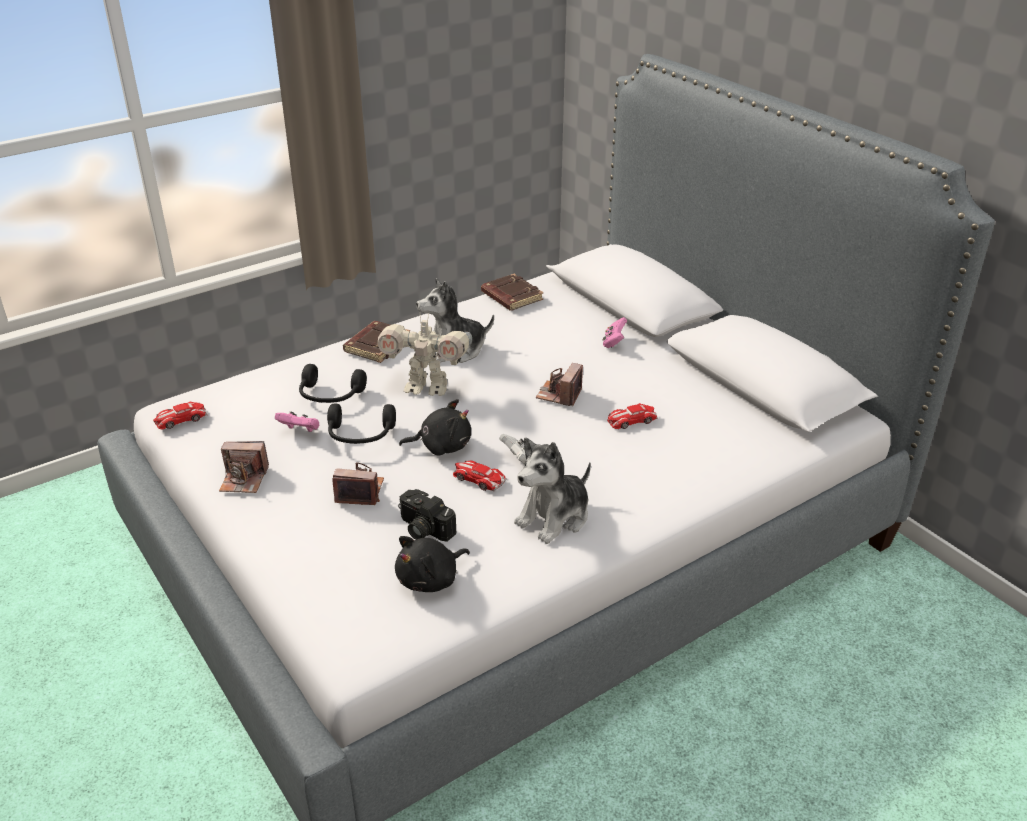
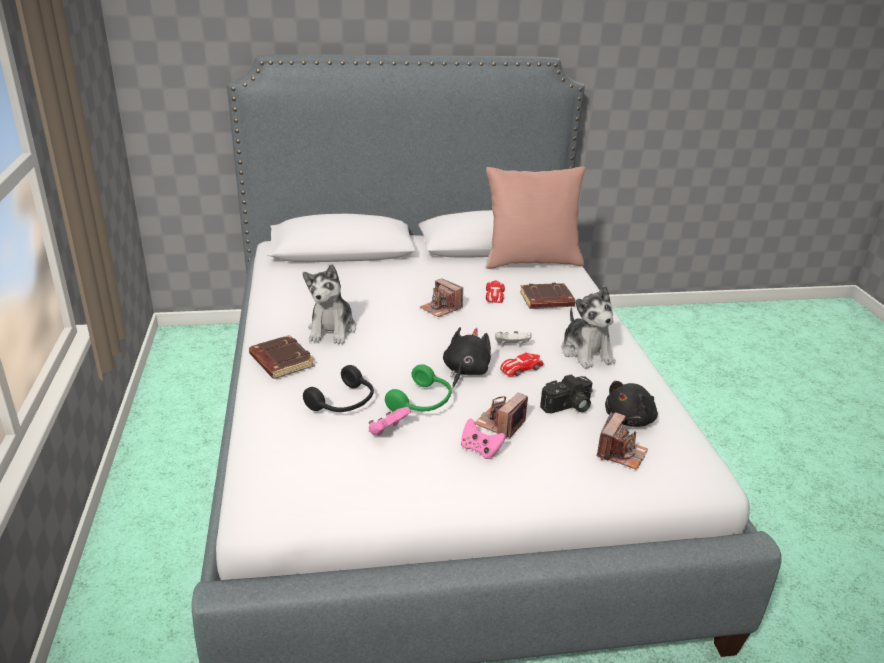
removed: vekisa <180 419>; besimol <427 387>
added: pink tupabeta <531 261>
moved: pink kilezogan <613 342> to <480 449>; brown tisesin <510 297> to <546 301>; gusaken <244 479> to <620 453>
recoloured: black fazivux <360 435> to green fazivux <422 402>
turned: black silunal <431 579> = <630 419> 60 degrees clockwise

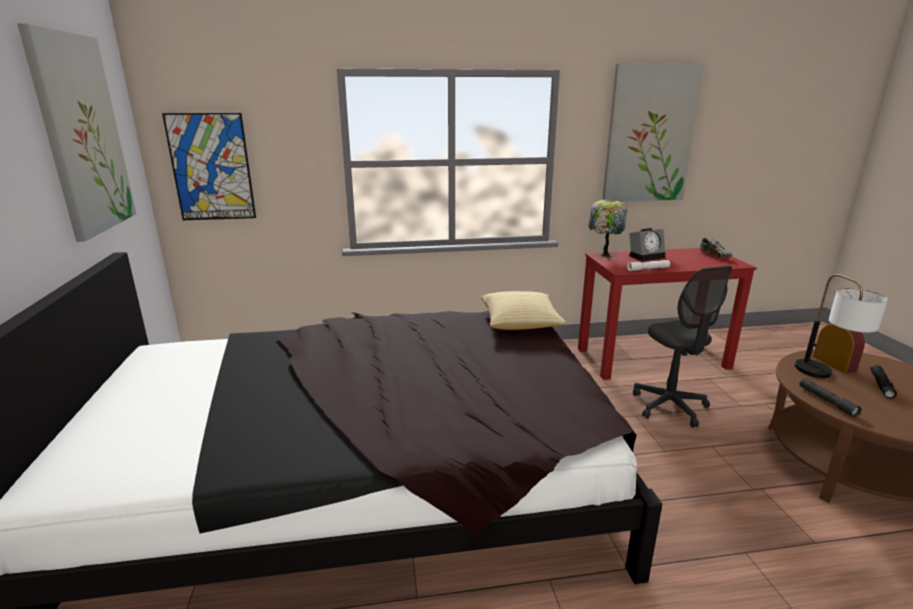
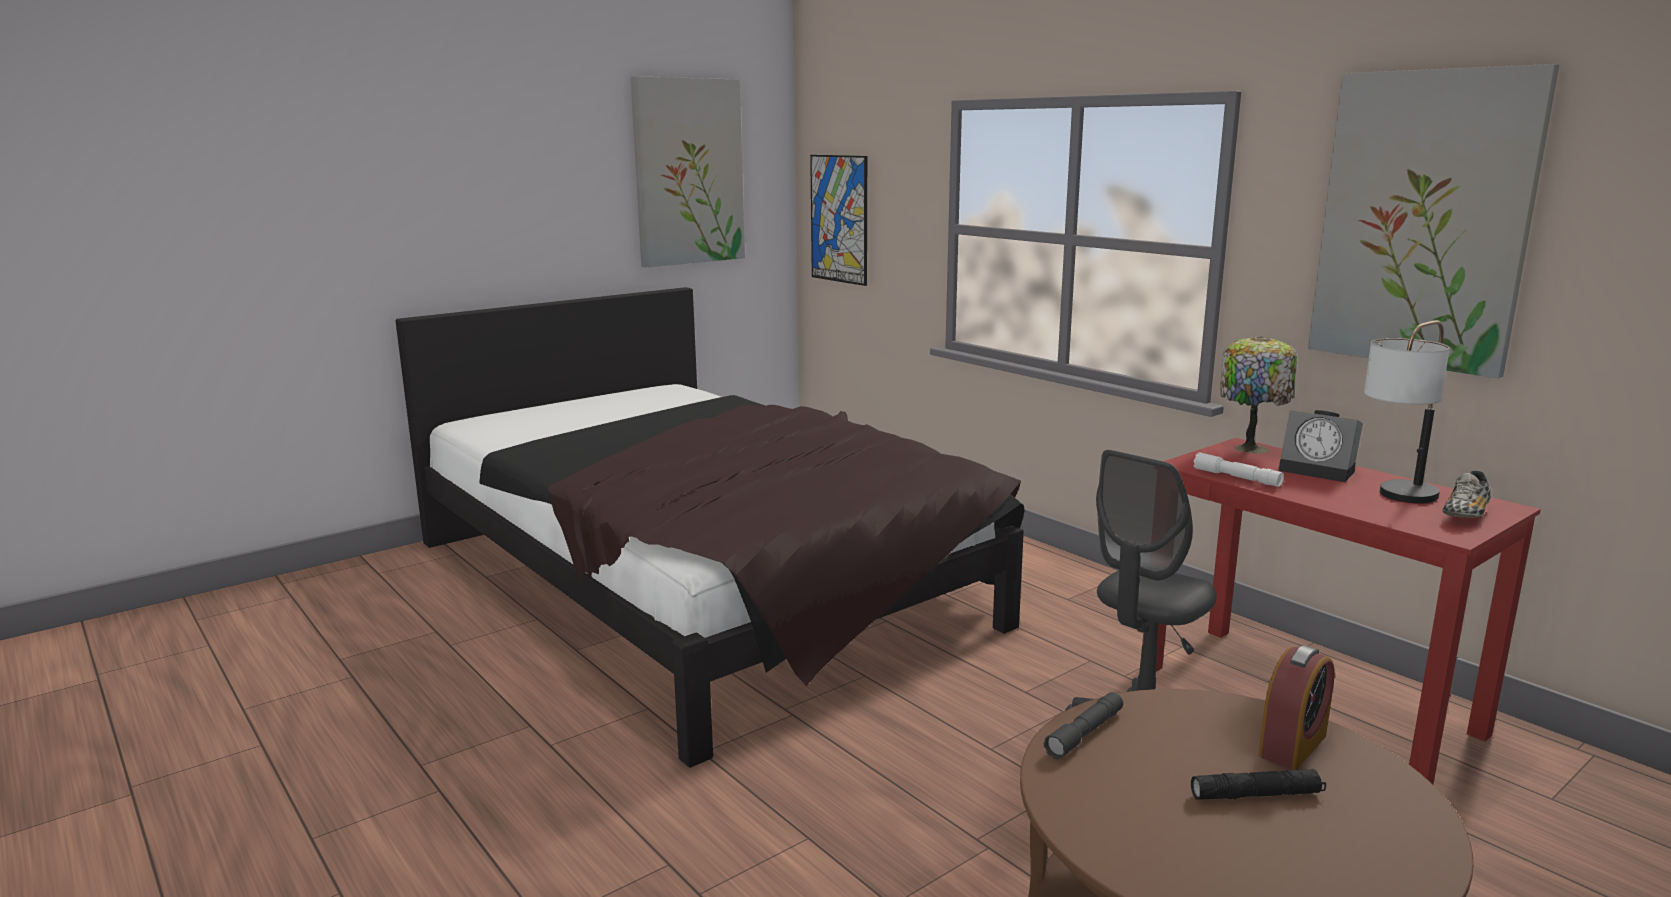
removed: tupabeta <520 323>
moved: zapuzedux <825 378> to <1395 500>

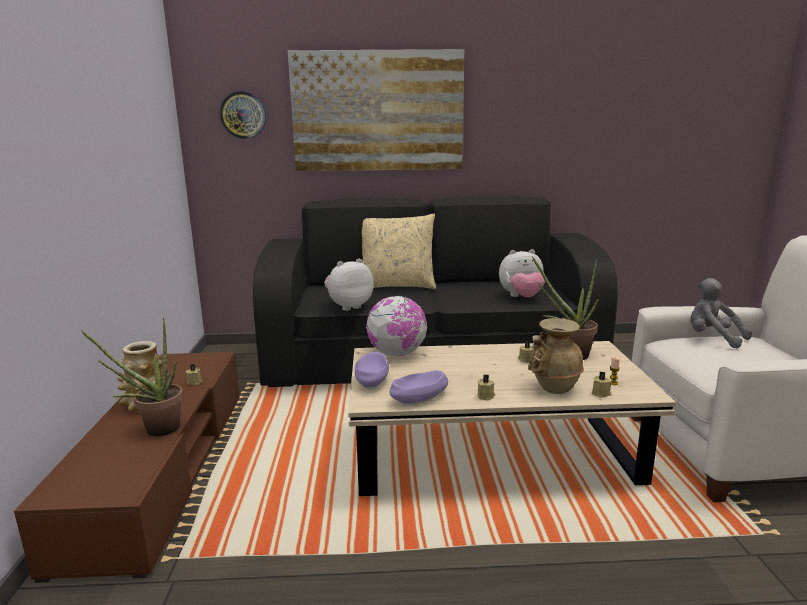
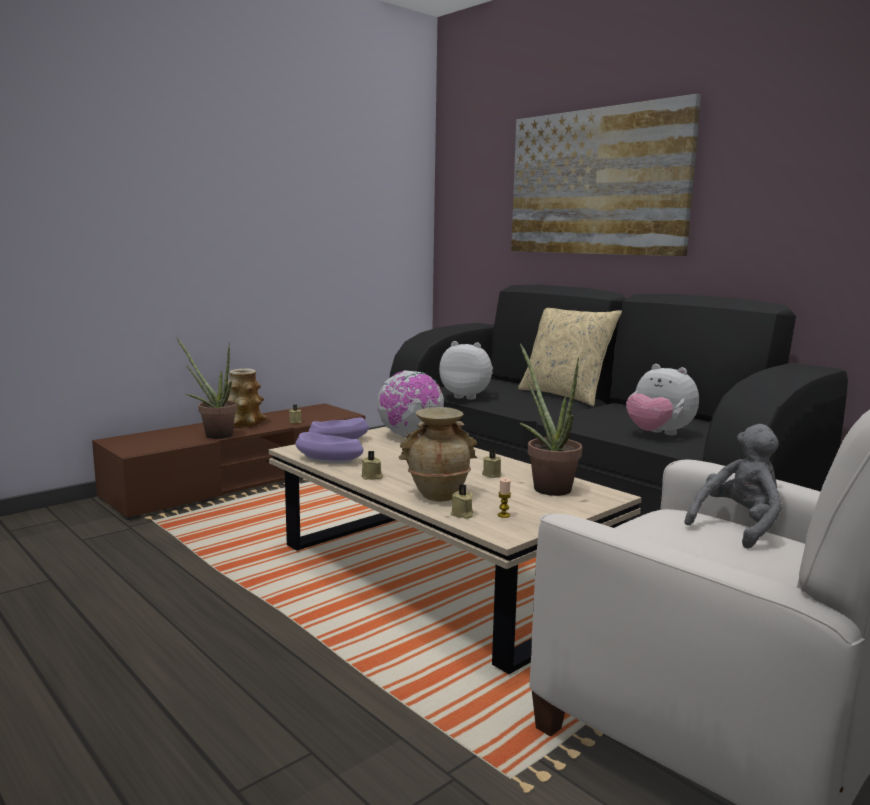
removed: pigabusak <243 115>
turned: grey silunal <712 338> = <738 526> 45 degrees clockwise

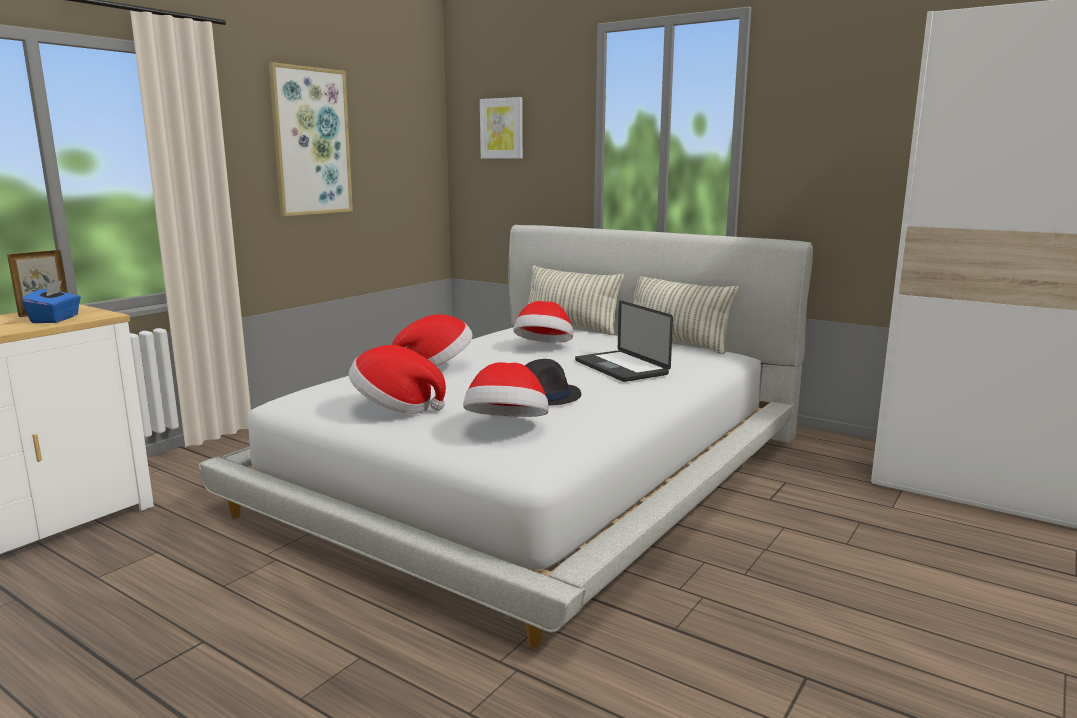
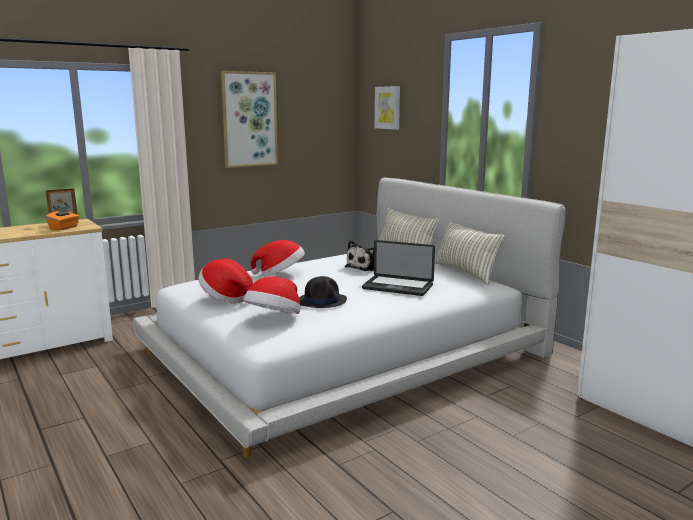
replaced: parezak <544 347> to silunal <365 267>
recoloured: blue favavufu <55 319> to orange favavufu <64 228>
turned: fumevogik <621 368> = <397 287> 60 degrees counterclockwise

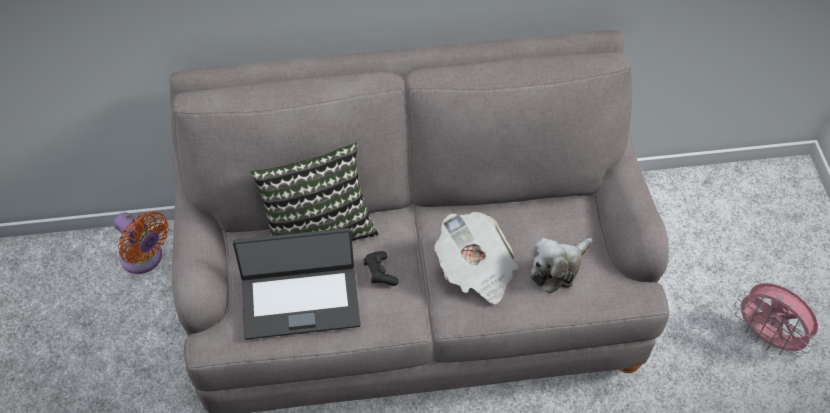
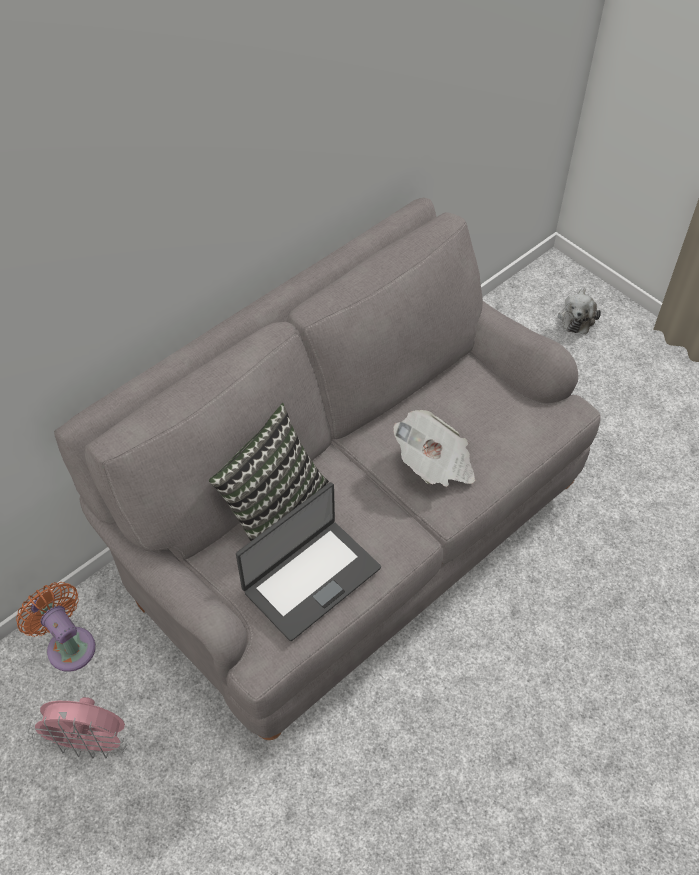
removed: black kilezogan <380 273>
moved: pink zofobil <768 338> to <90 743>; silunal <557 268> to <577 317>
turned: orange zofobil <144 259> = <68 645> 135 degrees counterclockwise

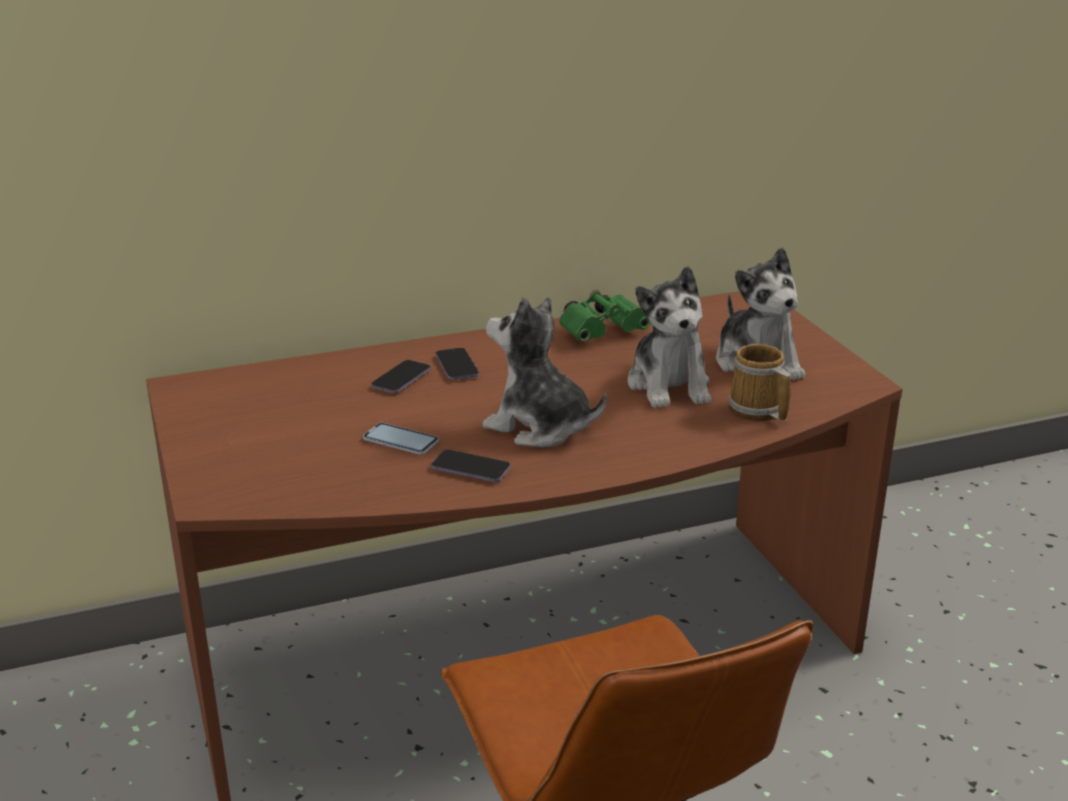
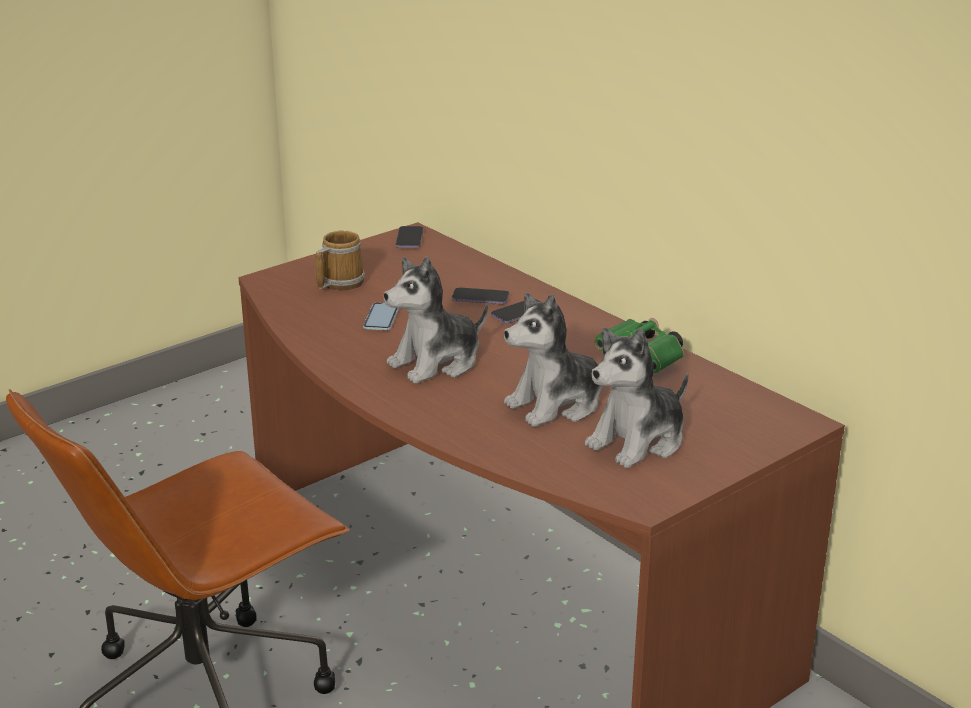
moved: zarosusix <756 411> to <339 282>; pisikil <471 469> to <409 239>
turned: silunal <539 427> = <436 363> 135 degrees counterclockwise

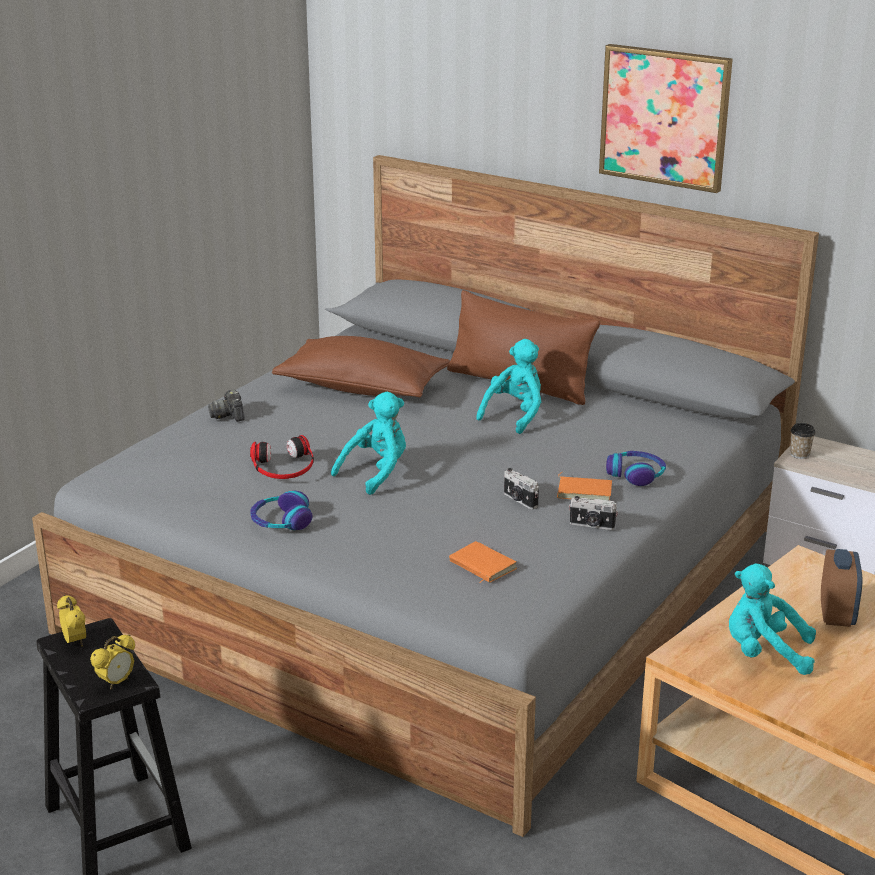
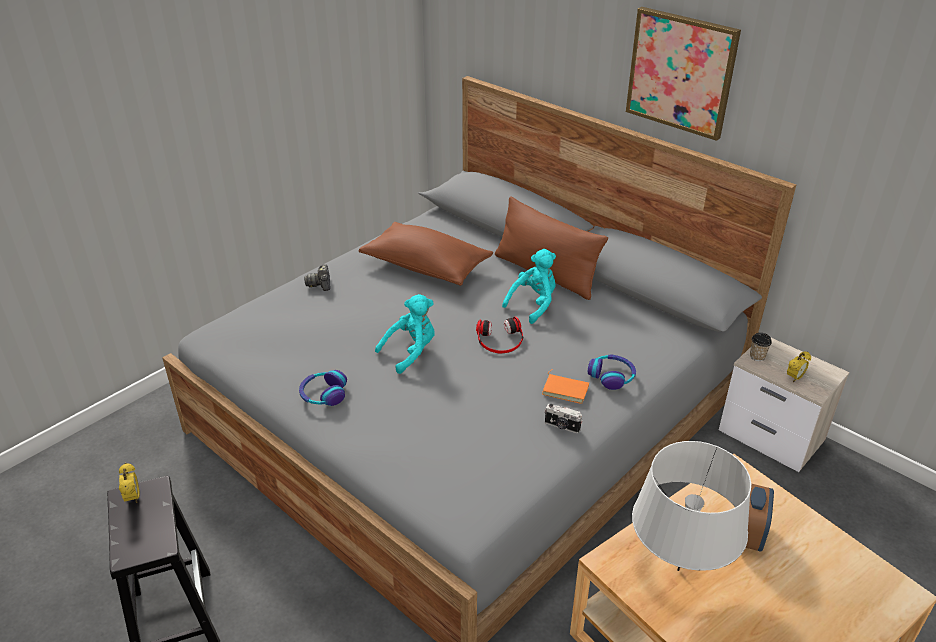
removed: orange tisesin <481 566>; gusaken <519 500>
moved: fazivux <283 466> to <500 340>; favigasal <116 682> to <794 378>
replaced: turquoise silunal <764 653> to grey zapuzedux <678 569>

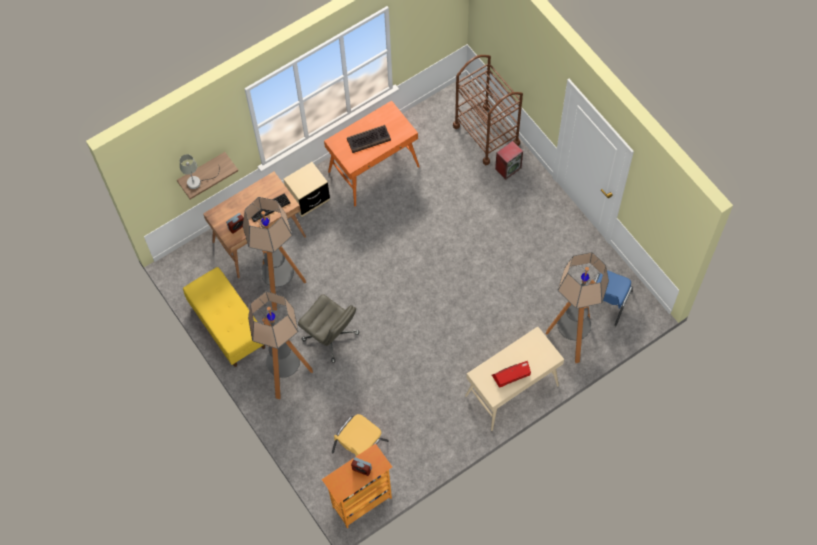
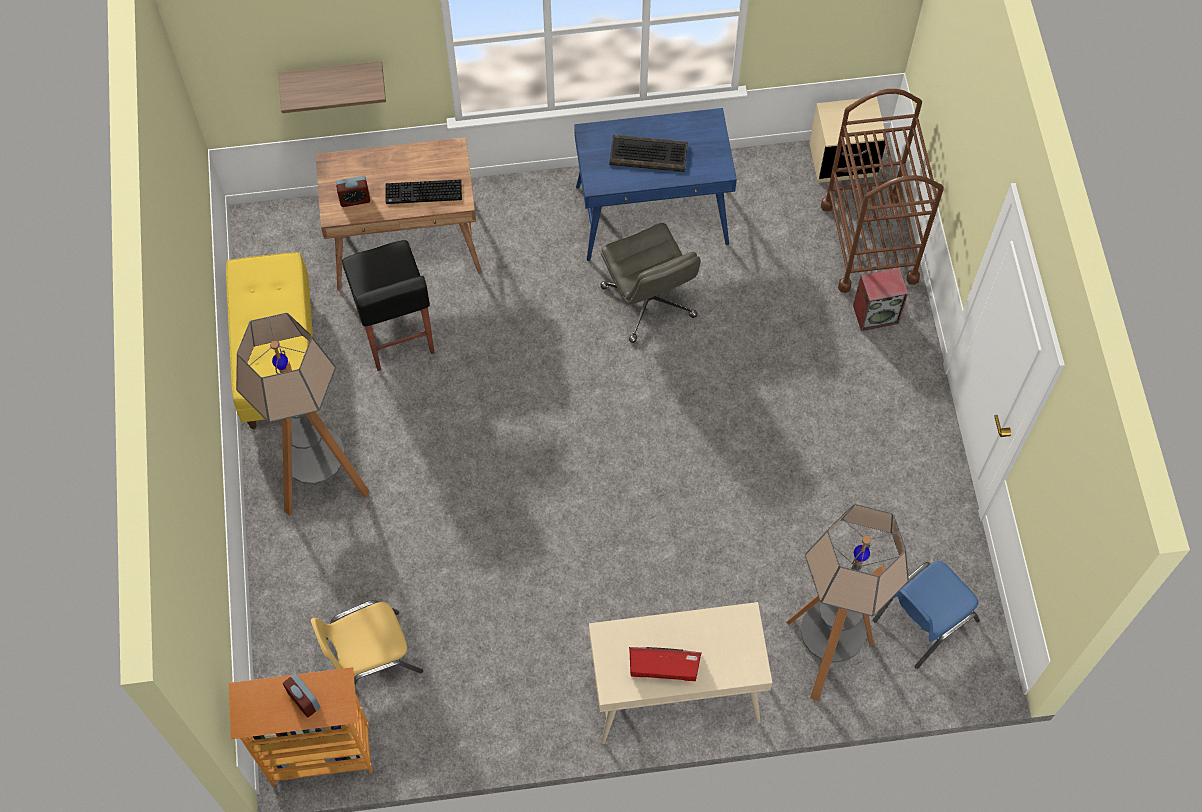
removed: grey zapuzedux <198 181>
moved: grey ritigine <331 336> to <649 302>; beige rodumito <308 199> to <842 160>
replaced: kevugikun <281 287> to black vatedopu <396 336>
recoloured: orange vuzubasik <374 169> to blue vuzubasik <652 215>

